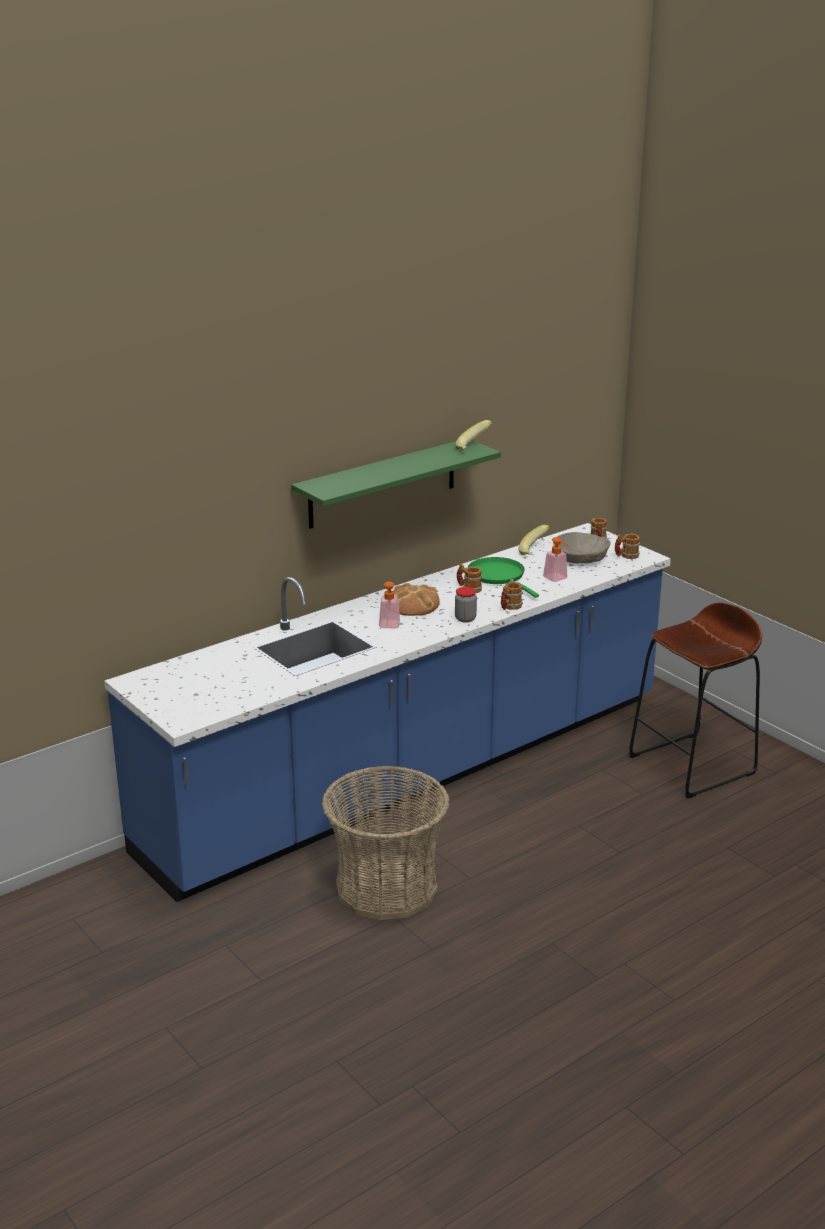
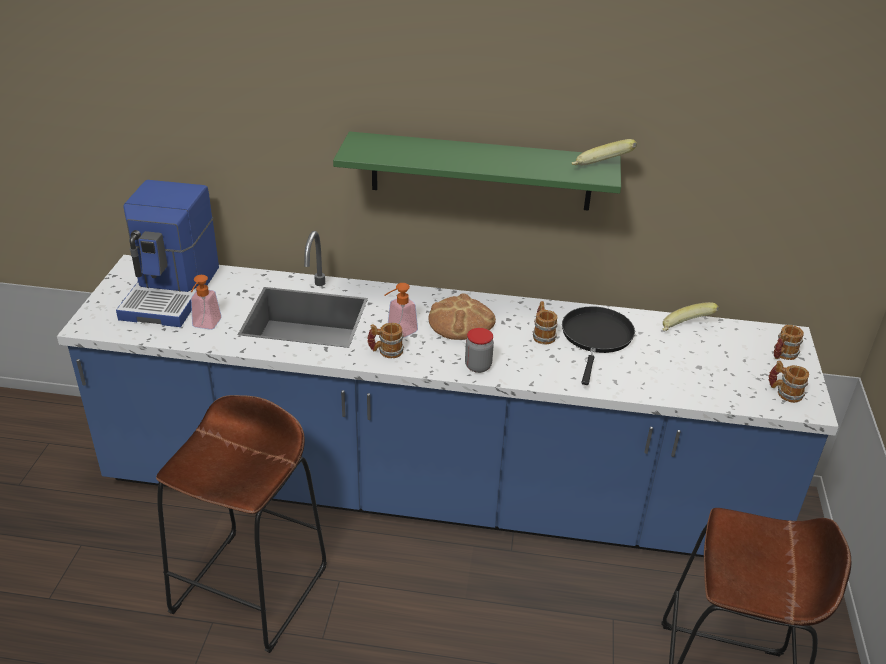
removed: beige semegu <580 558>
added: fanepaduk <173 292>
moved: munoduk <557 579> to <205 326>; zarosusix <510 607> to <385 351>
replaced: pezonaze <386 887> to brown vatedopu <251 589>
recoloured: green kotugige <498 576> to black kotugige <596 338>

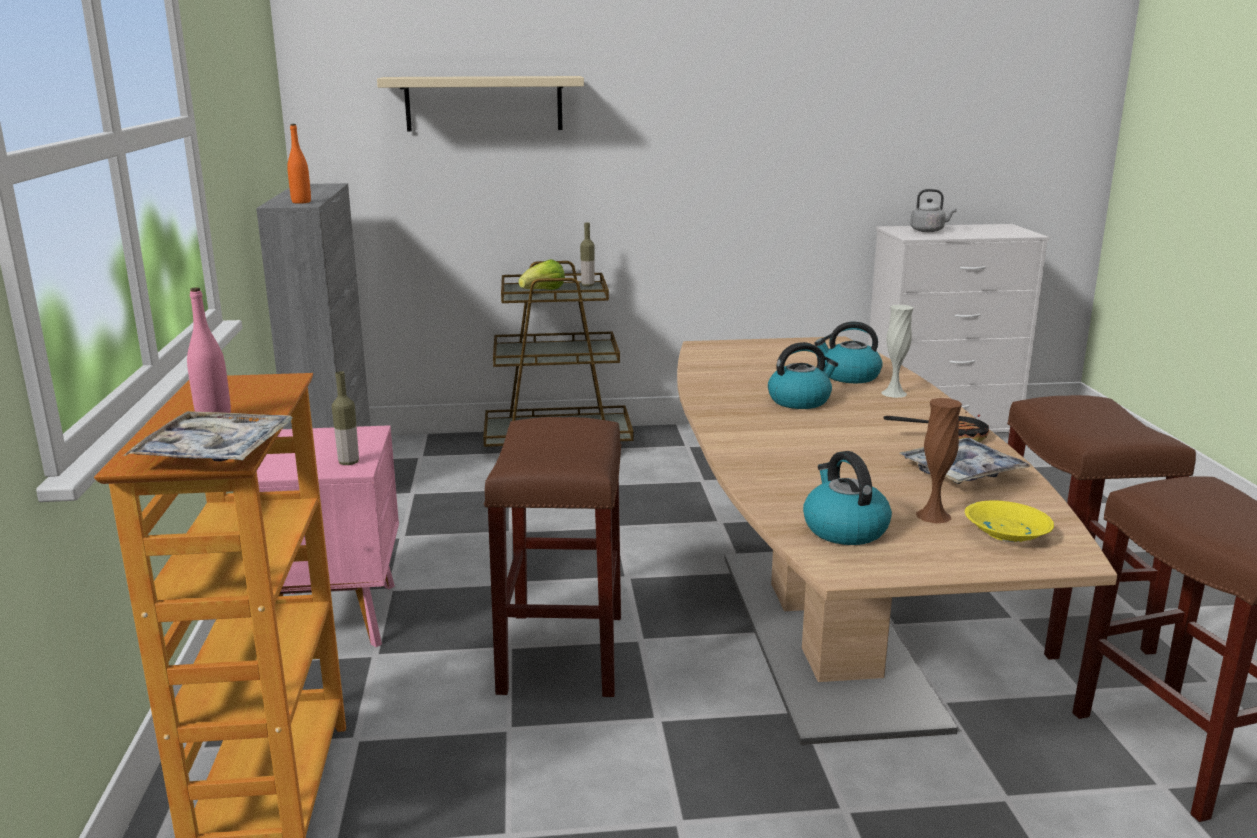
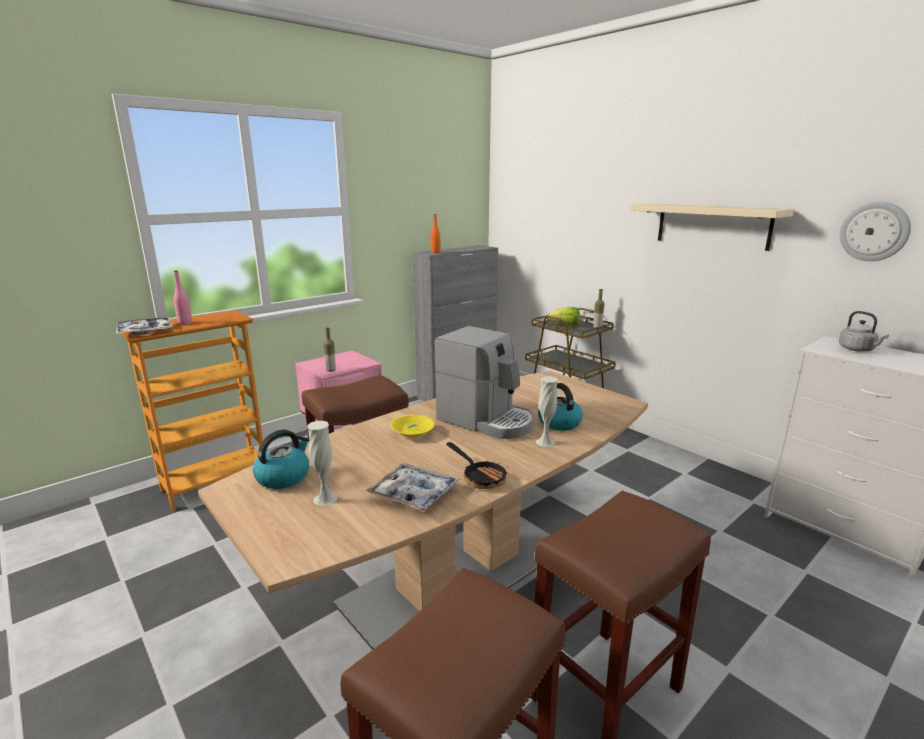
added: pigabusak <874 231>
moved: yellow semegu <1005 533> to <413 432>; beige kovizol <484 103> to <712 225>
replaced: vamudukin <800 400> to fanepaduk <486 420>
recoloured: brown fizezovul <933 515> to white fizezovul <325 499>

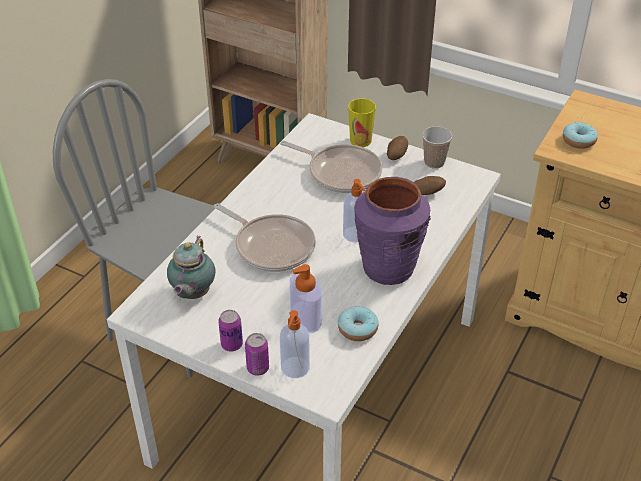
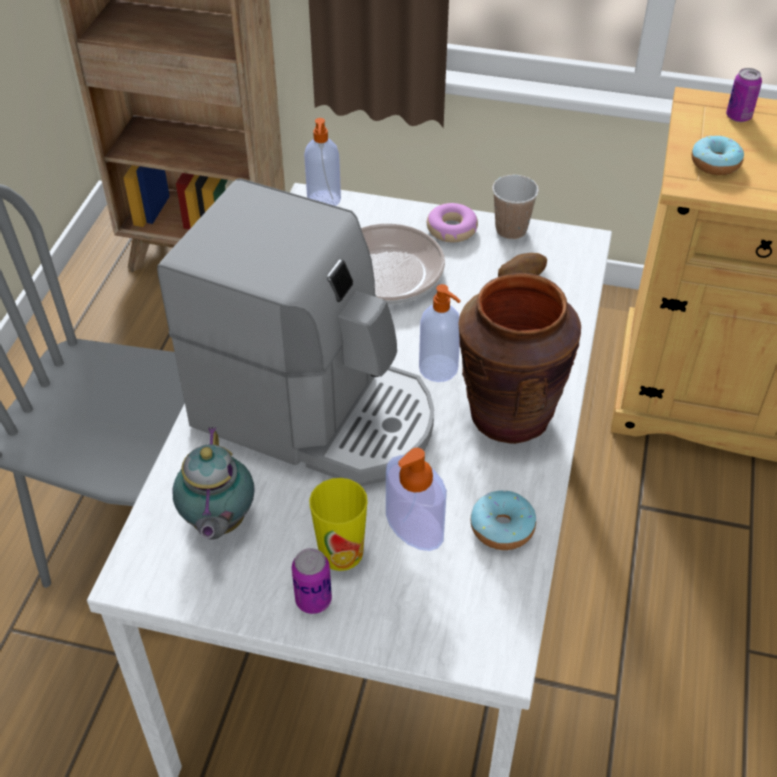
moved: munoduk <295 368> to <324 200>; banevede <360 141> to <341 552>; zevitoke <258 368> to <738 116>
replaced: kotugige <271 246> to fanepaduk <316 413>; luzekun <396 156> to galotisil <451 229>
recoloured: purple fizezovul <388 268> to brown fizezovul <509 414>

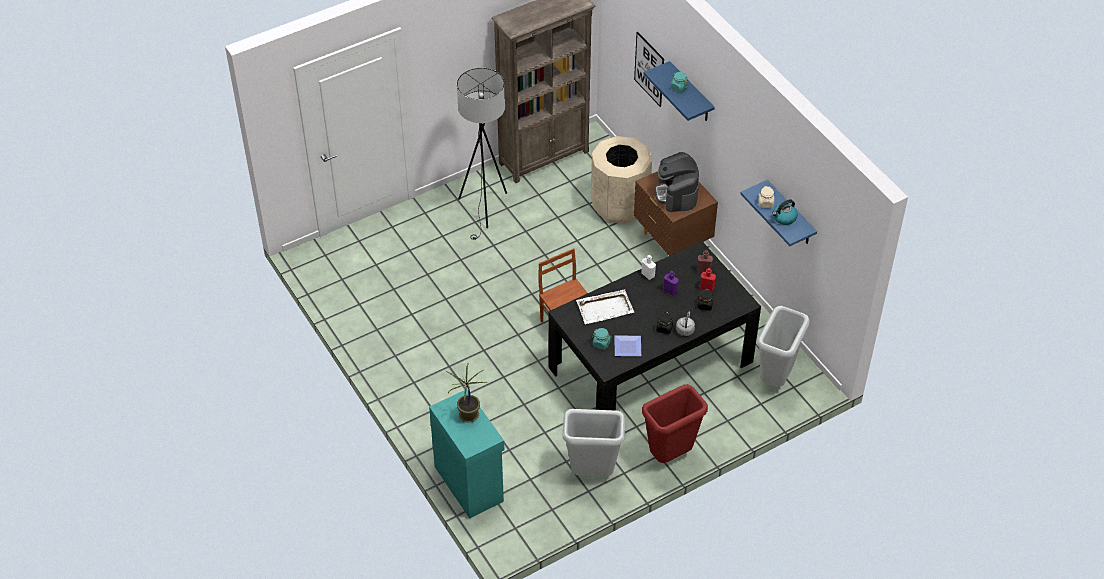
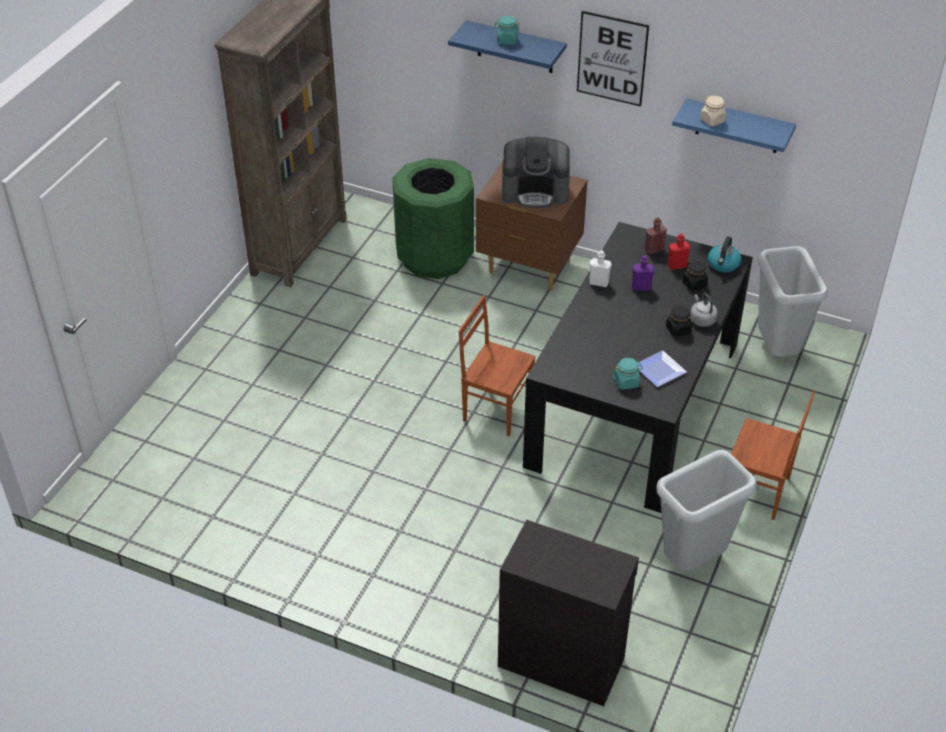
removed: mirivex <468 416>; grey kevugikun <485 210>; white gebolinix <605 308>
moved: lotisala <649 69> to <612 58>; vamudukin <784 218> to <723 265>
replaced: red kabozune <670 456> to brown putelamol <757 492>
recoloured: beige kabozune <619 205> to green kabozune <434 257>; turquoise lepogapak <469 483> to black lepogapak <561 660>
turned: fanepaduk <676 194> = <535 191> 45 degrees counterclockwise

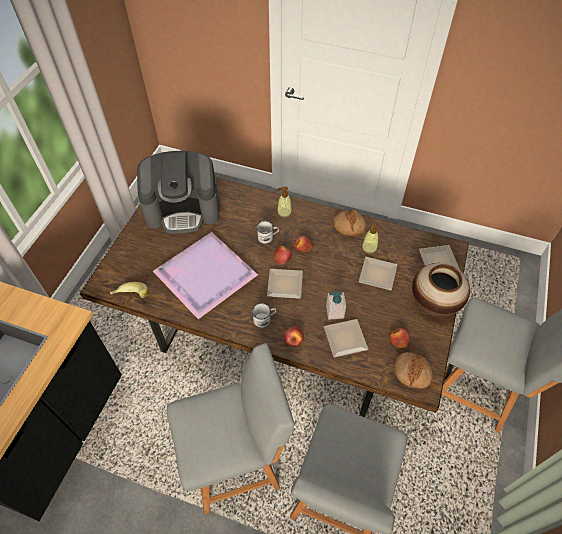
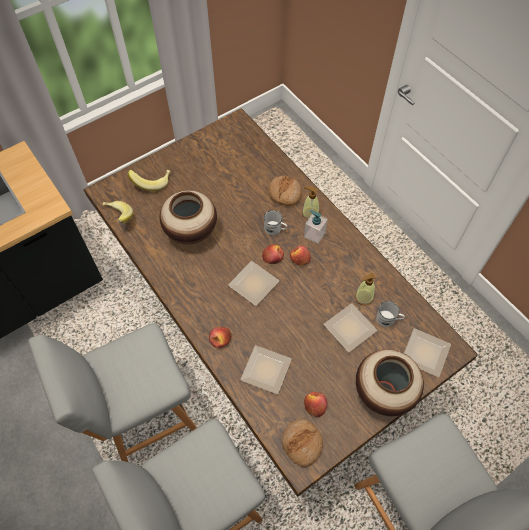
removed: fanepaduk <183 209>
added: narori <152 182>
moved: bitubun <349 226> to <284 194>; munoduk <334 312> to <314 234>; white zarosusix <264 319> to <388 319>
replaced: purple gebolinix <203 275> to fizezovul <191 231>
turned: grey putelamol <237 461> = <142 415> 135 degrees clockwise

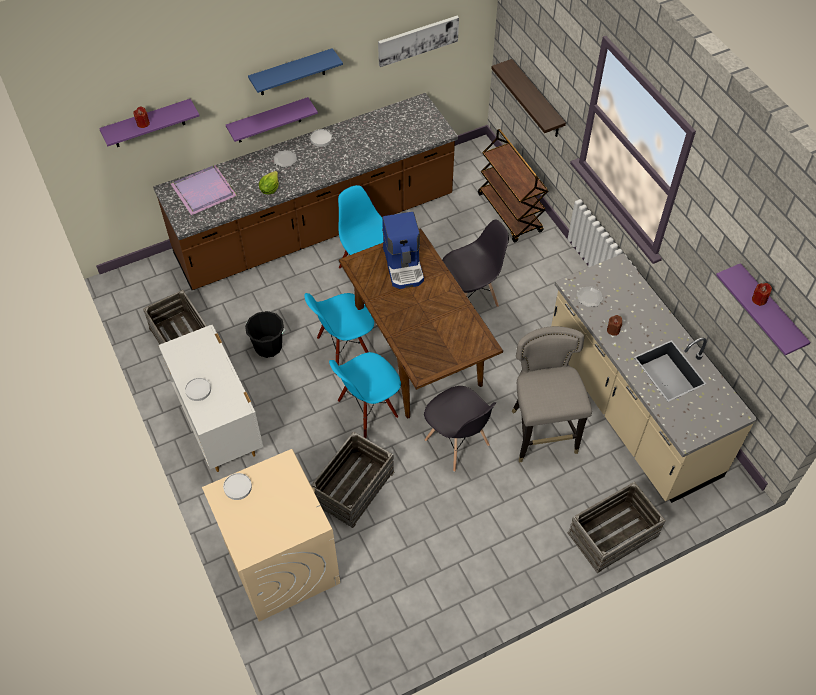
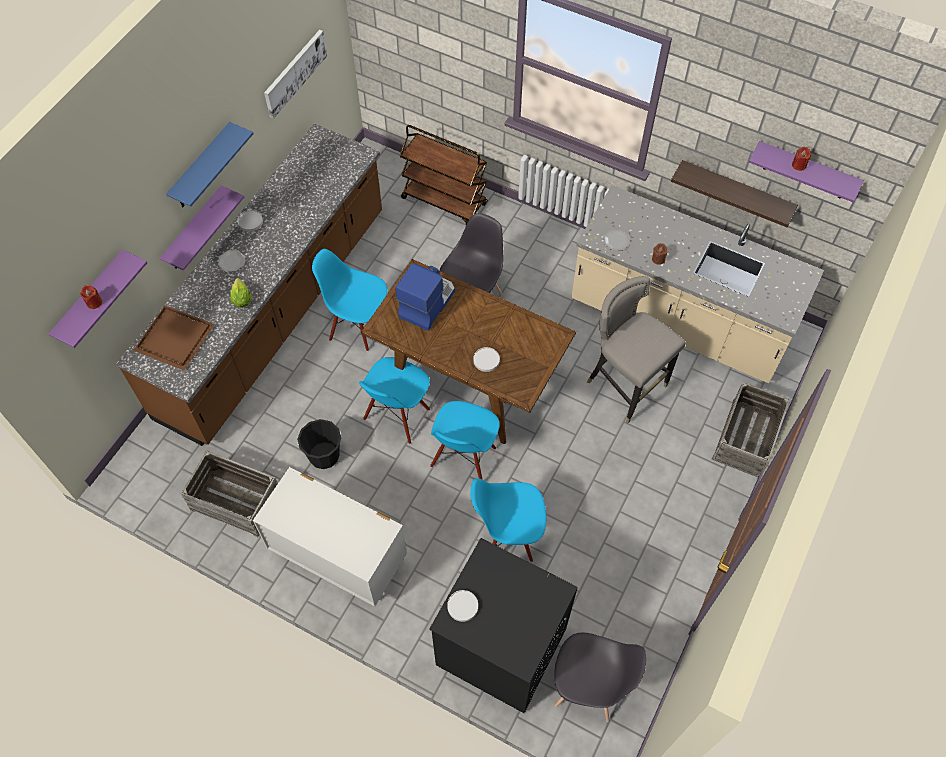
moved: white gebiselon <198 390> to <486 360>; grey putelamol <457 443> to <588 687>; kovizol <536 100> to <735 192>
replaced: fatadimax <353 487> to blue putelamol <507 536>
recoloured: purple gebolinix <205 191> to brown gebolinix <176 338>; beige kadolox <281 562> to black kadolox <500 647>
turned: fanepaduk <404 265> = <426 303> 105 degrees counterclockwise

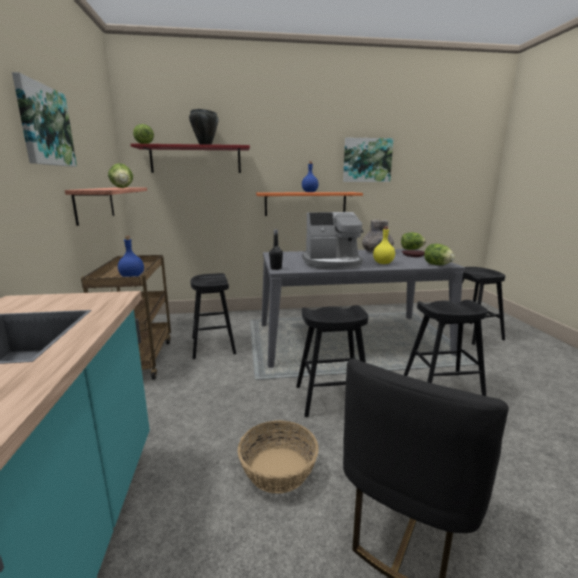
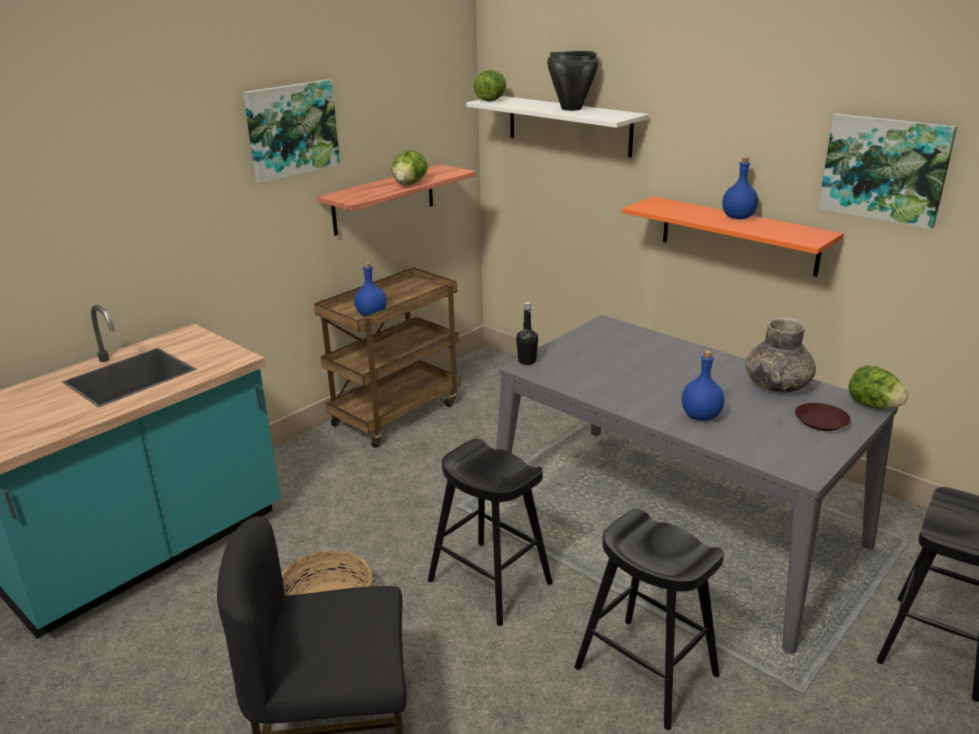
removed: black vatedopu <213 346>; fanepaduk <332 263>; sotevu <437 265>
recoloured: red kovizol <196 160> to white kovizol <568 125>; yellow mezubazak <383 263> to blue mezubazak <701 416>

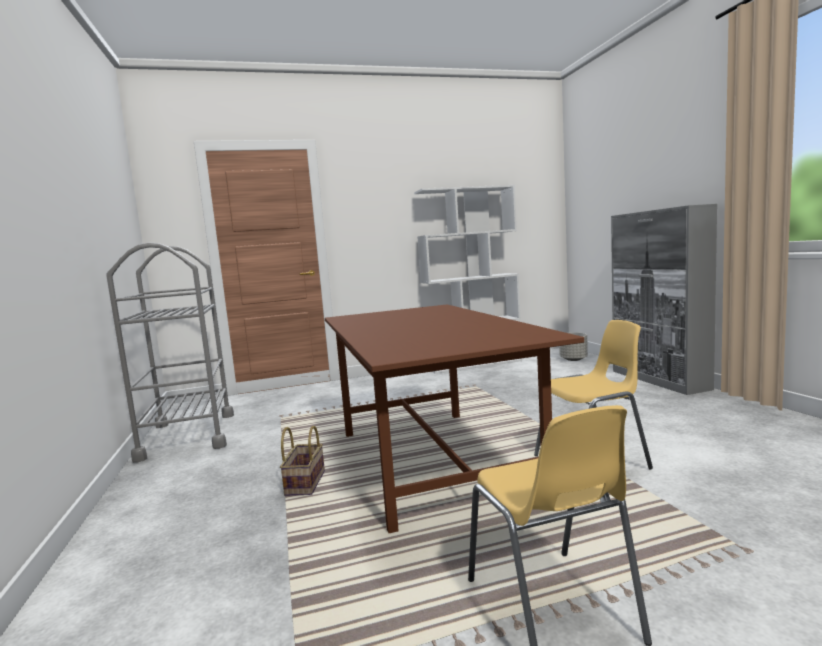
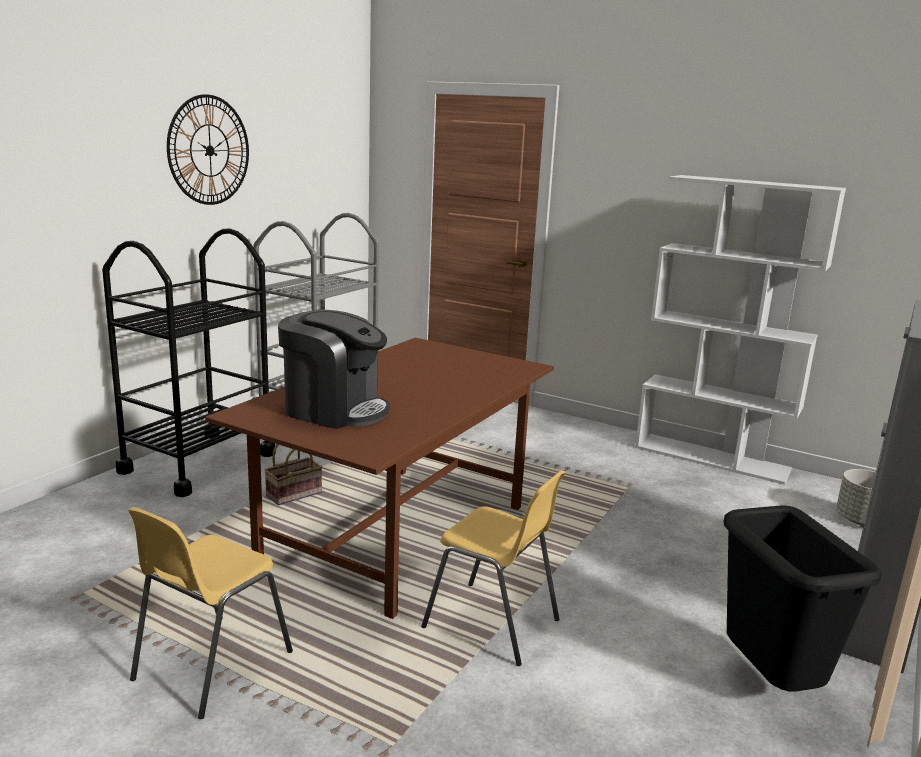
added: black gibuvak <198 463>; pigabusak <209 150>; fanepaduk <334 410>; black kabozune <768 682>

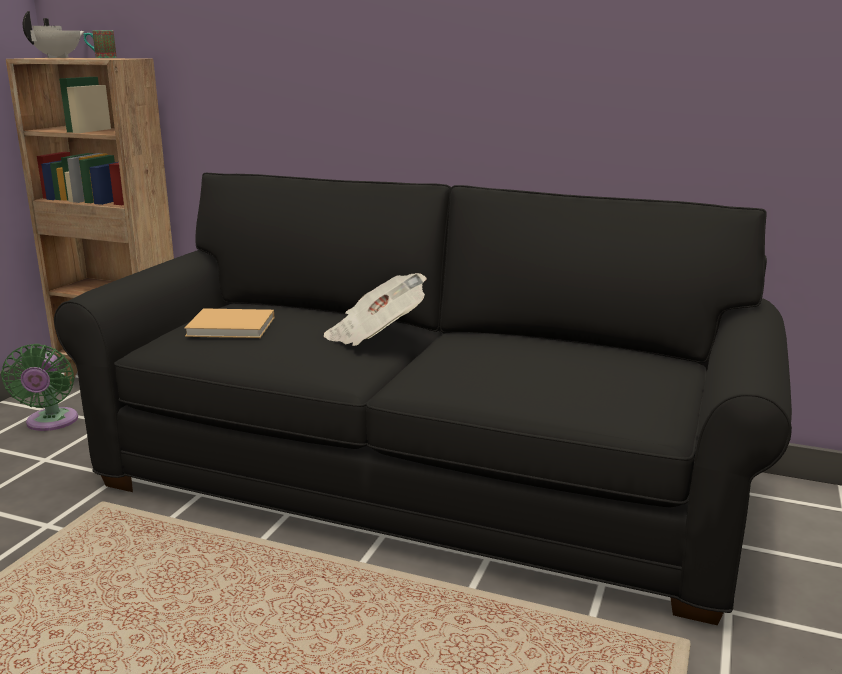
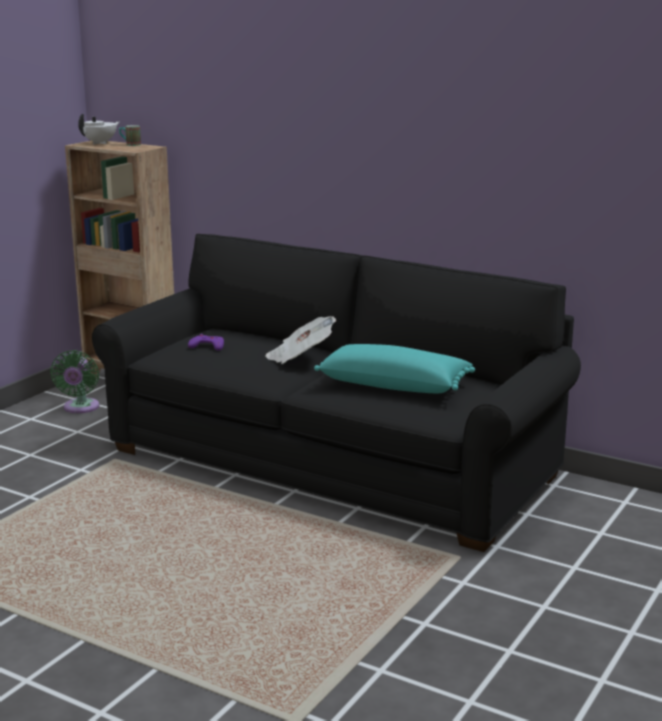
added: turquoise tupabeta <394 385>
replaced: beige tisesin <233 327> to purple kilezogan <207 346>

